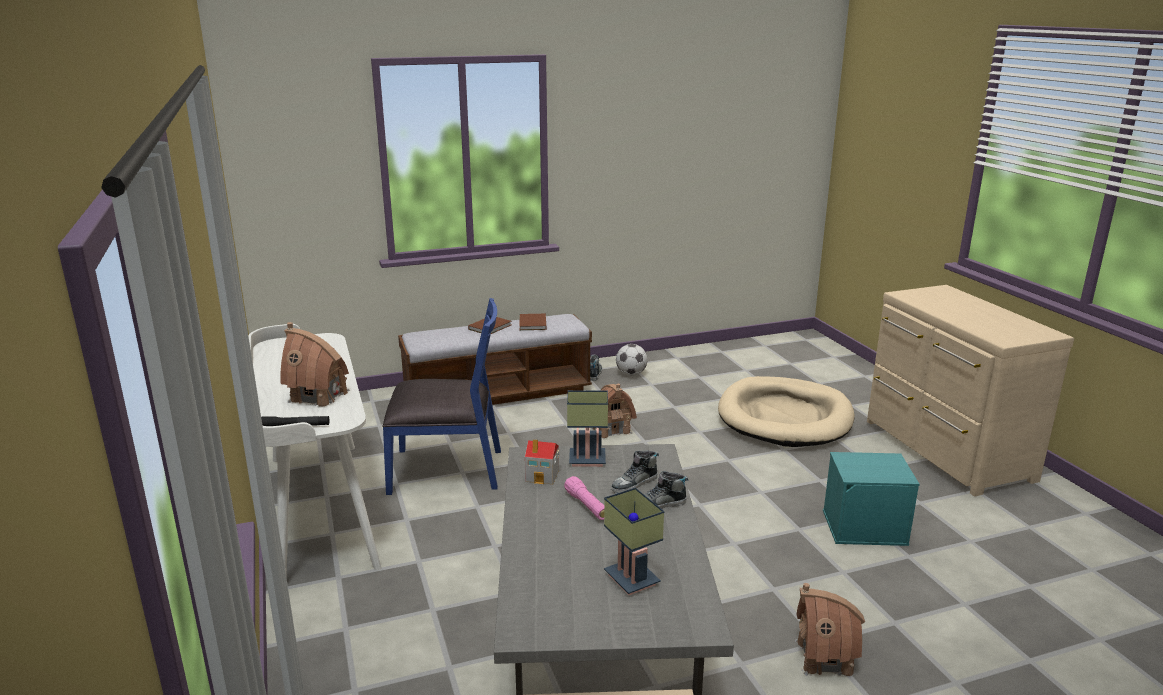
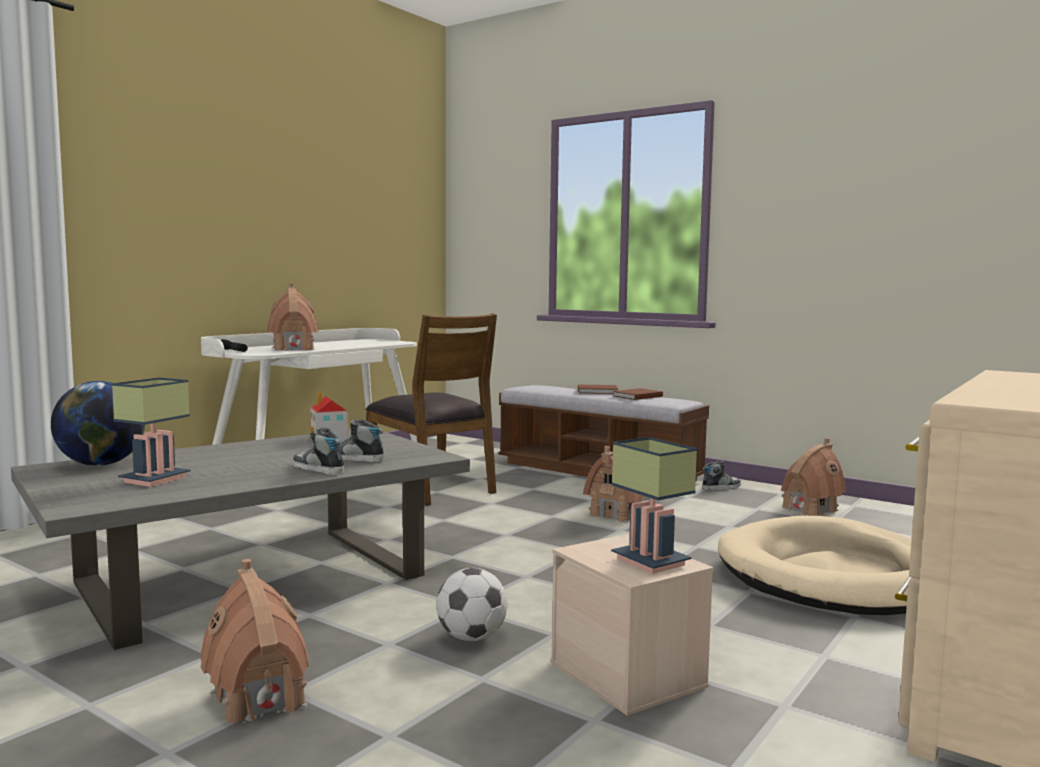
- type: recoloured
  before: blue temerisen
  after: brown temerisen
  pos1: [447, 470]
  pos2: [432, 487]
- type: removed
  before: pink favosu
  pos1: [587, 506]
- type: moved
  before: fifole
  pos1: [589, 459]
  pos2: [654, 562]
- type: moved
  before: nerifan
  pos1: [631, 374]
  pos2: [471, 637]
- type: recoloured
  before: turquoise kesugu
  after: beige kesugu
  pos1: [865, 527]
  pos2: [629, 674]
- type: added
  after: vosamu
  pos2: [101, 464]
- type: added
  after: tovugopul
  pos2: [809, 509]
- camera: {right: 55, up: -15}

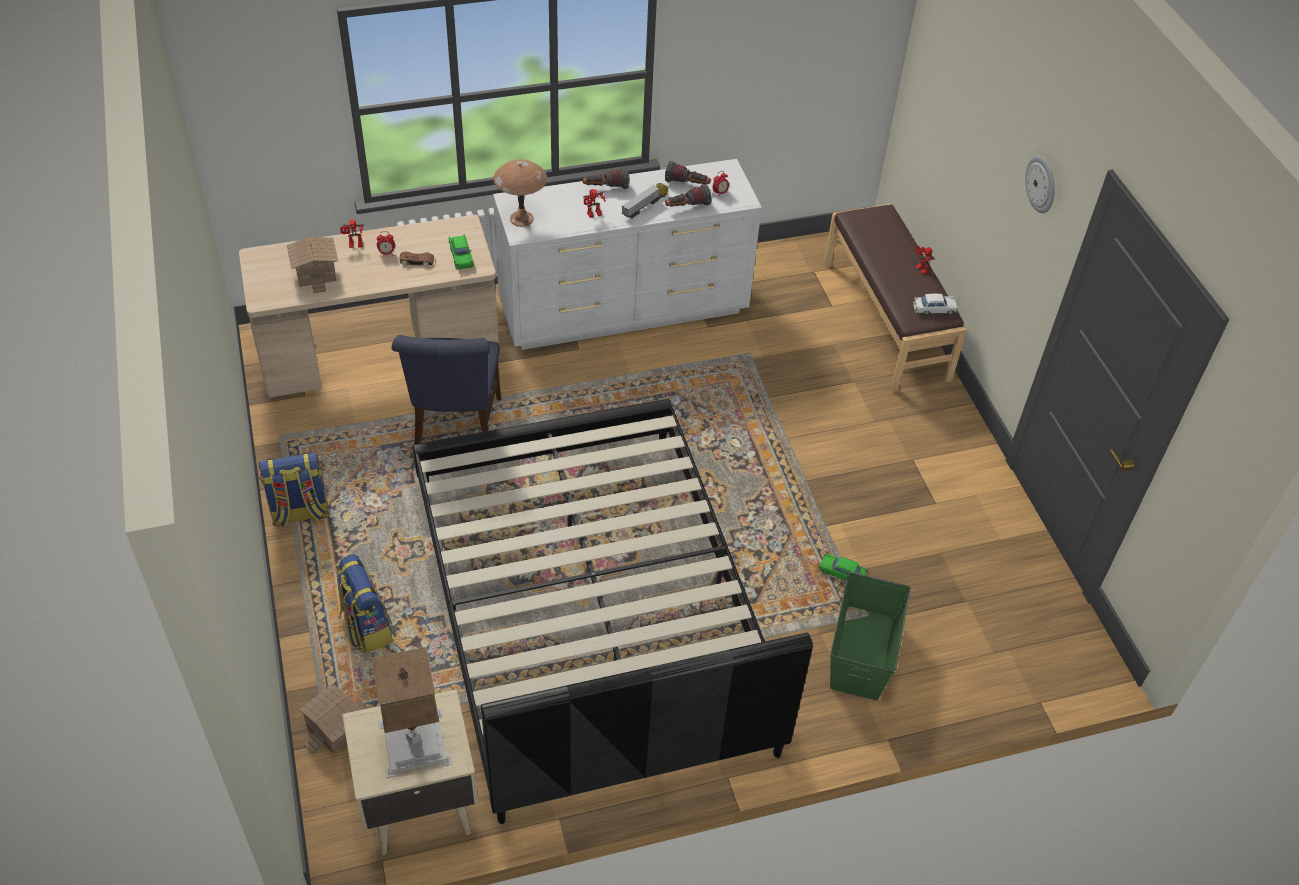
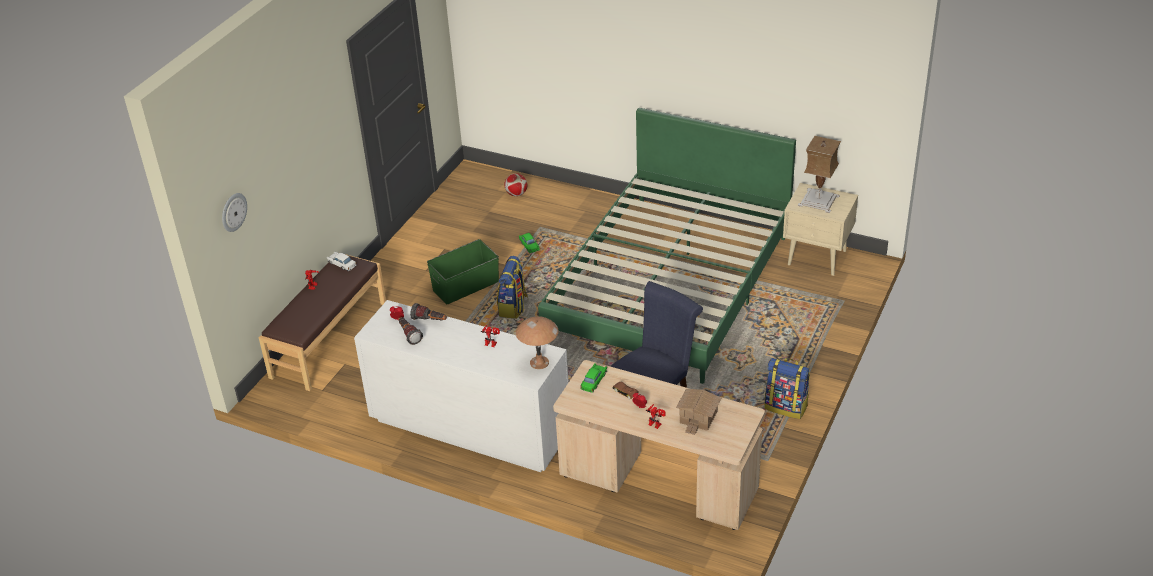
- type: removed
  before: tovugopul
  pos1: [337, 727]
- type: moved
  before: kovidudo
  pos1: [366, 627]
  pos2: [513, 307]
- type: recoloured
  before: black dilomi
  after: green dilomi
  pos1: [589, 615]
  pos2: [670, 286]
- type: removed
  before: favosu
  pos1: [605, 188]
- type: removed
  before: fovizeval
  pos1: [644, 206]
- type: moved
  before: green kesugu
  pos1: [861, 652]
  pos2: [466, 286]
- type: moved
  before: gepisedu
  pos1: [1041, 184]
  pos2: [233, 212]
- type: added
  after: nerifan
  pos2: [516, 194]
- camera: {right: -135, up: -10}

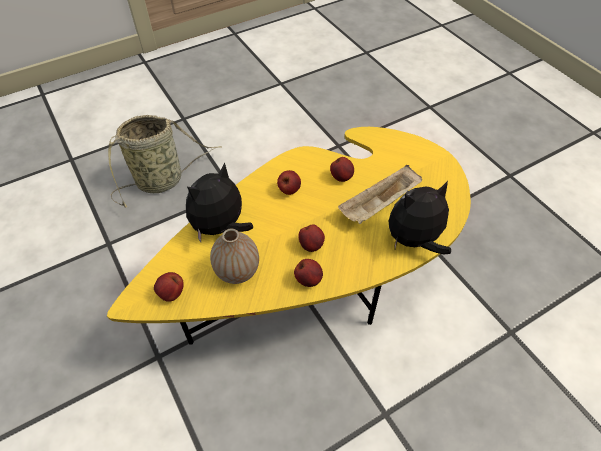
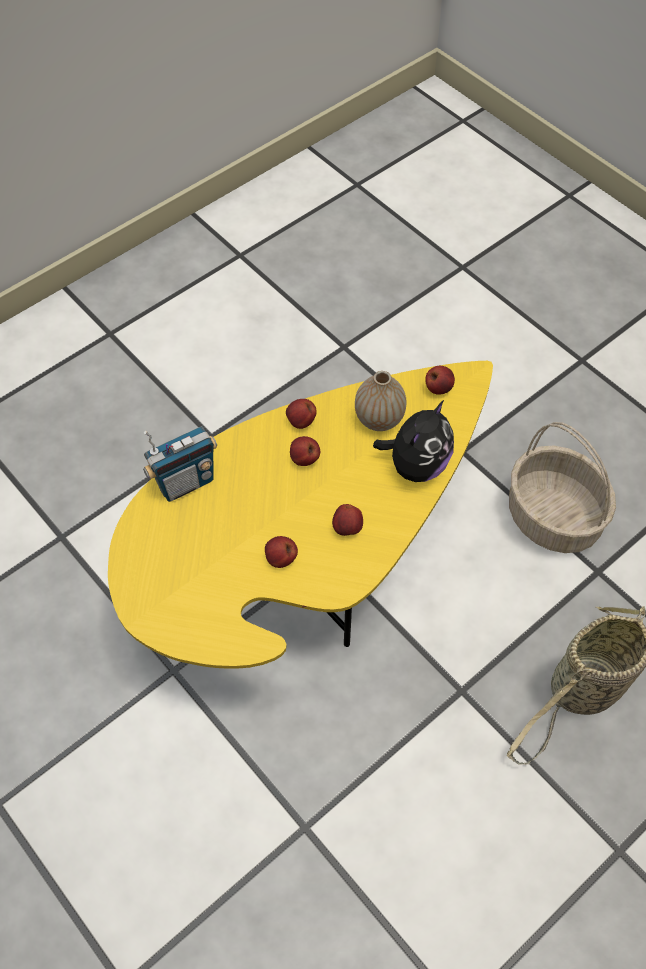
- type: removed
  before: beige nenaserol
  pos1: [379, 205]
- type: replaced
  before: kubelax
  after: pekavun
  pos1: [414, 241]
  pos2: [185, 482]
- type: added
  after: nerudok
  pos2: [554, 518]
- camera: {right: 170, up: 5}

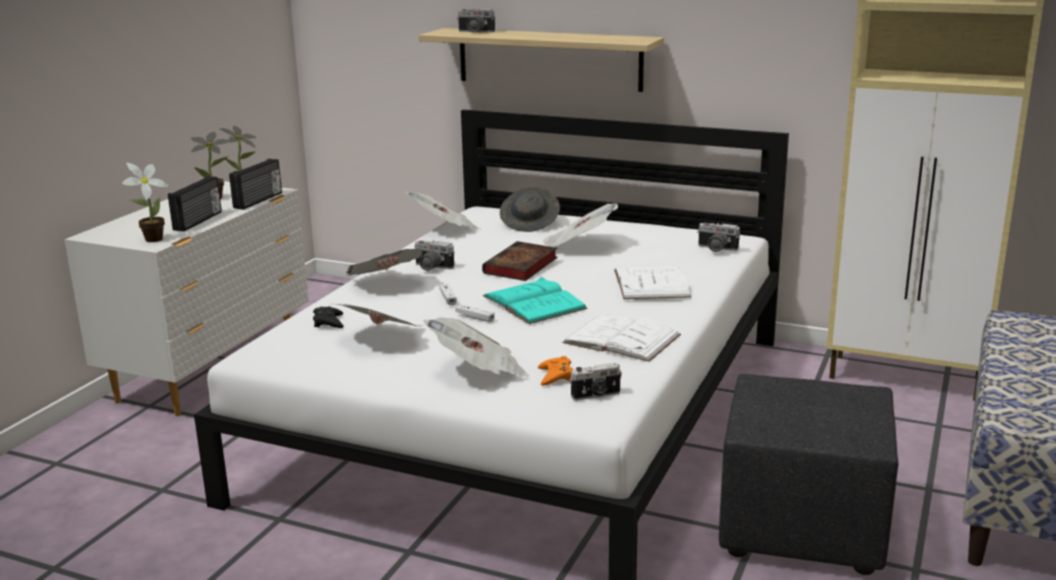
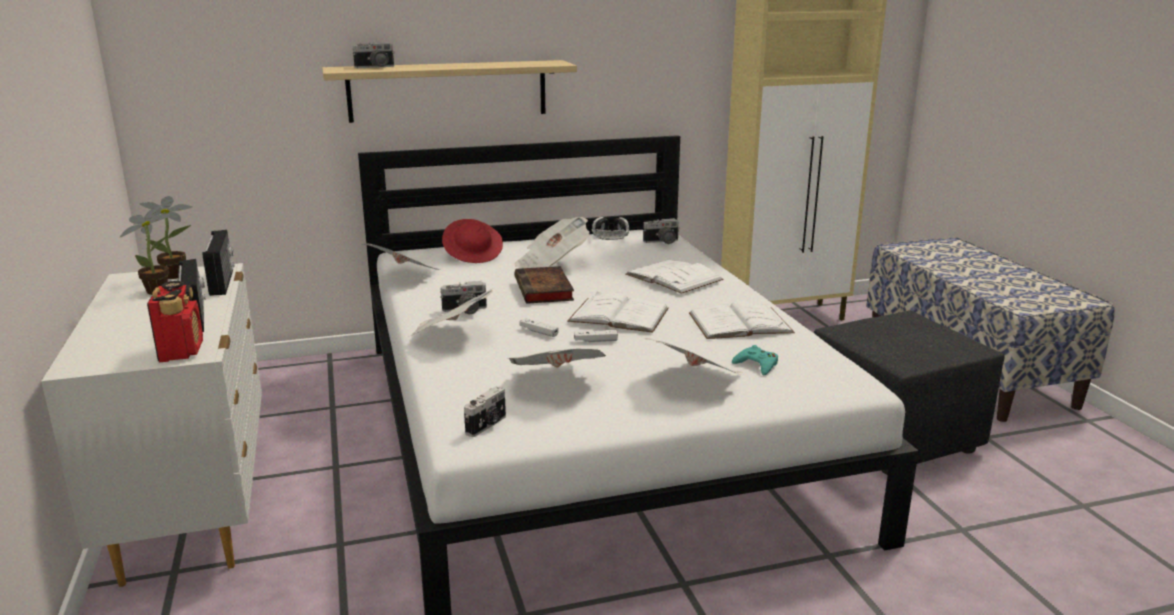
- type: replaced
  before: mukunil
  after: pekavun
  pos1: [151, 240]
  pos2: [181, 350]
- type: removed
  before: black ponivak
  pos1: [328, 322]
- type: recoloured
  before: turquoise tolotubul
  after: white tolotubul
  pos1: [534, 302]
  pos2: [618, 315]
- type: recoloured
  before: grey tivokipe
  after: red tivokipe
  pos1: [530, 223]
  pos2: [473, 255]
- type: recoloured
  before: orange ponivak
  after: turquoise ponivak
  pos1: [555, 376]
  pos2: [757, 365]
- type: moved
  before: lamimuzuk
  pos1: [596, 395]
  pos2: [487, 425]
- type: added
  after: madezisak
  pos2: [610, 238]
- camera: {right: -40, up: 0}

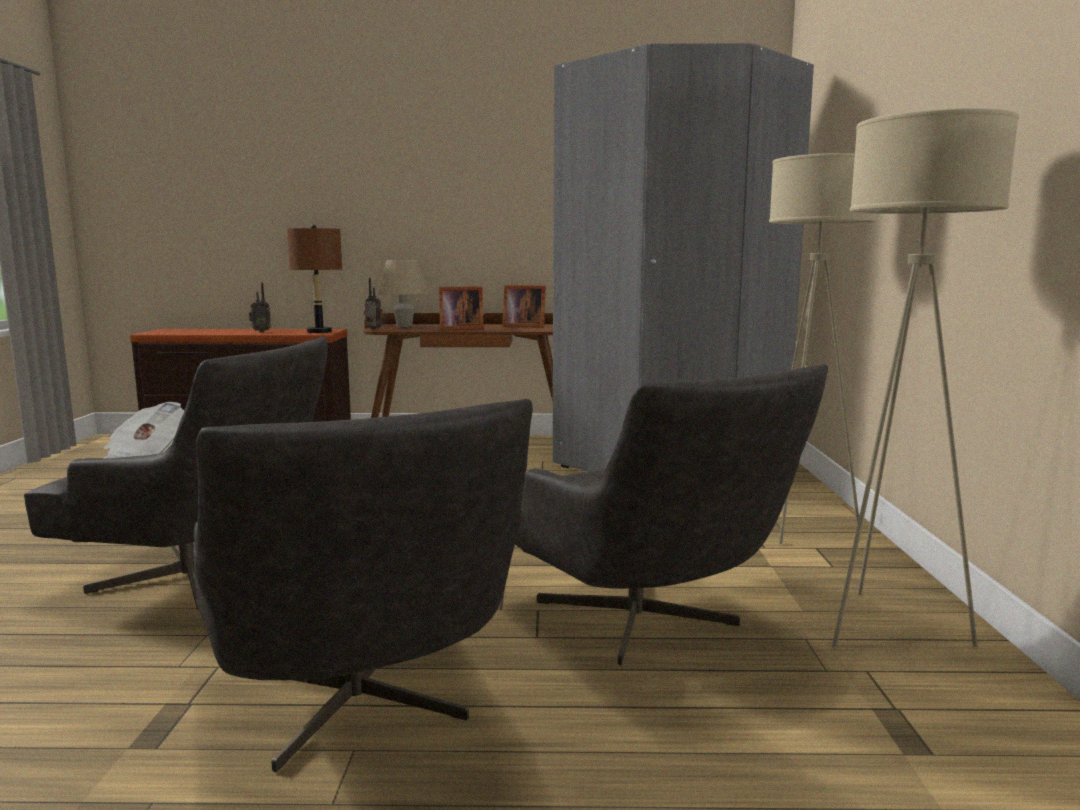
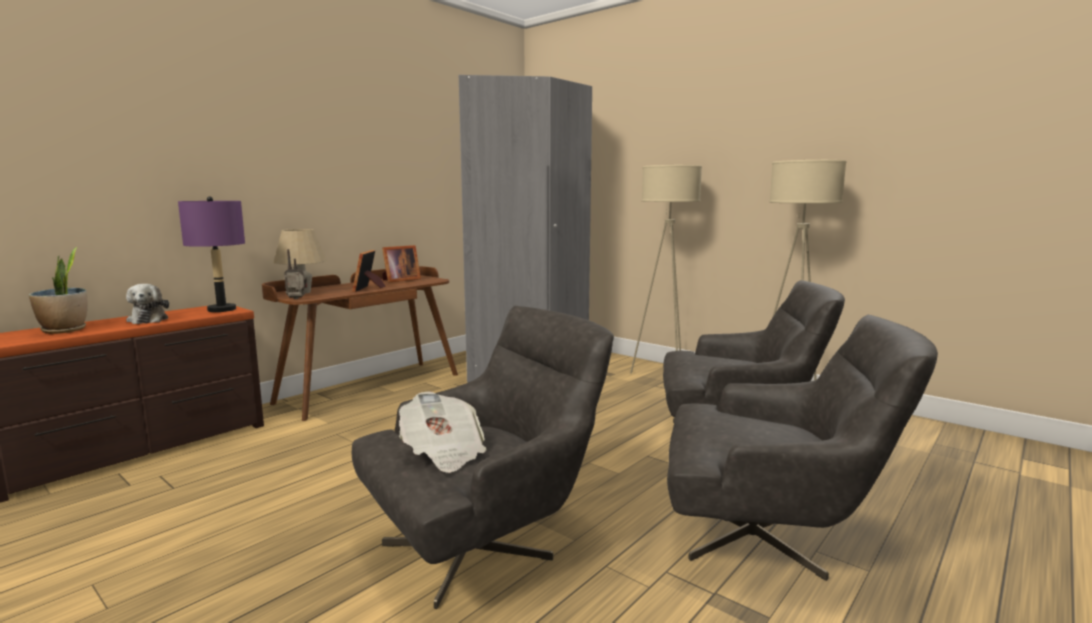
- type: replaced
  before: pekavun
  after: kubelax
  pos1: [261, 331]
  pos2: [148, 319]
- type: recoloured
  before: brown fifole
  after: purple fifole
  pos1: [319, 332]
  pos2: [221, 310]
- type: turned
  before: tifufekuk
  pos1: [459, 329]
  pos2: [369, 288]
  turn: 150
- type: added
  after: mukunil
  pos2: [65, 330]
- camera: {right: -50, up: 0}

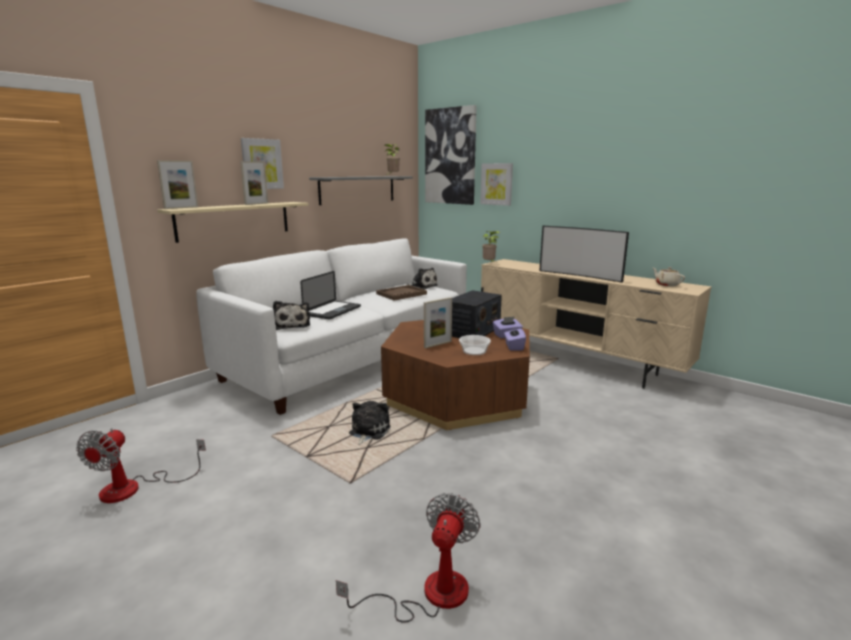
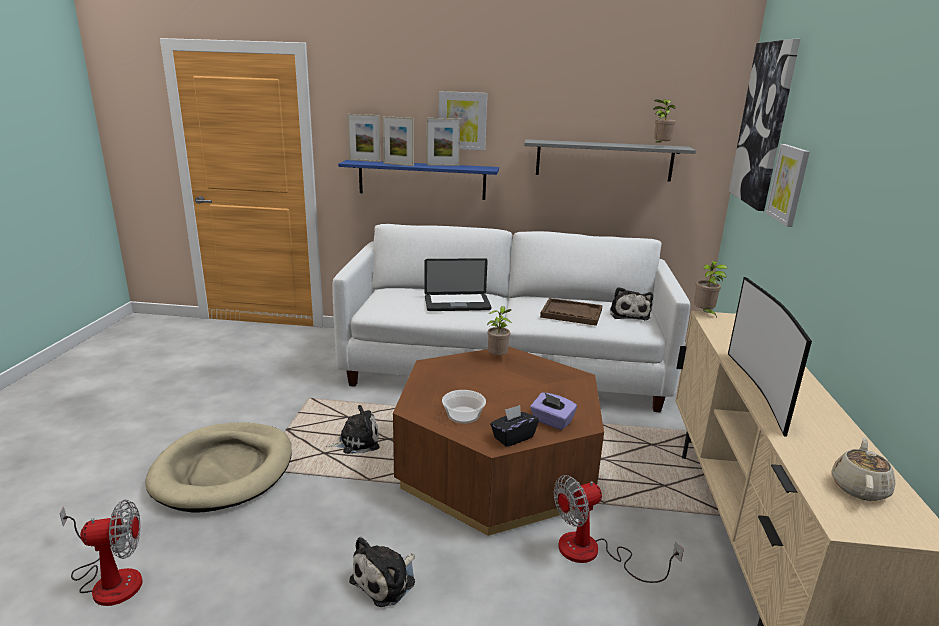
- type: moved
  before: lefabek
  pos1: [134, 488]
  pos2: [593, 553]
- type: recoloured
  before: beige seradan
  after: blue seradan
  pos1: [234, 220]
  pos2: [422, 180]
- type: moved
  before: kubelax
  pos1: [292, 325]
  pos2: [386, 580]
- type: moved
  before: tifufekuk
  pos1: [437, 344]
  pos2: [398, 164]
- type: removed
  before: pekavun
  pos1: [472, 331]
- type: recoloured
  before: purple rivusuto
  after: black rivusuto
  pos1: [514, 347]
  pos2: [513, 437]
- type: added
  after: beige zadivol
  pos2: [224, 470]
- type: added
  after: mukunil
  pos2: [498, 358]
- camera: {right: 55, up: 5}

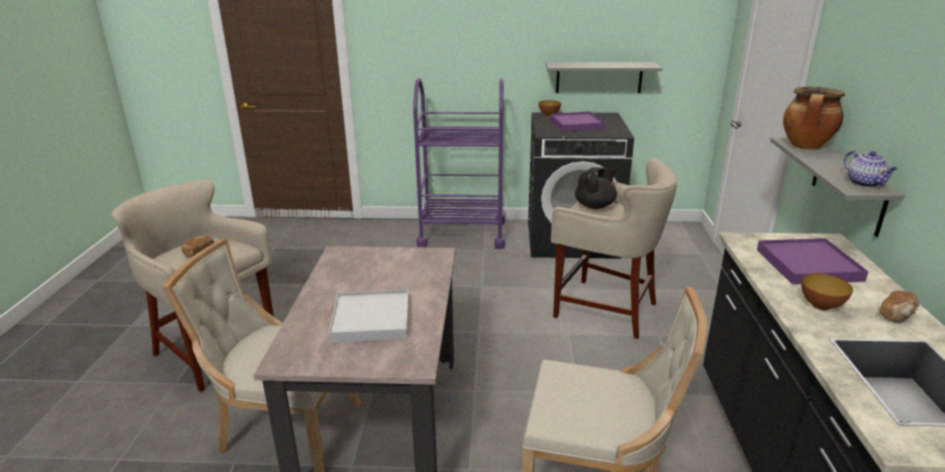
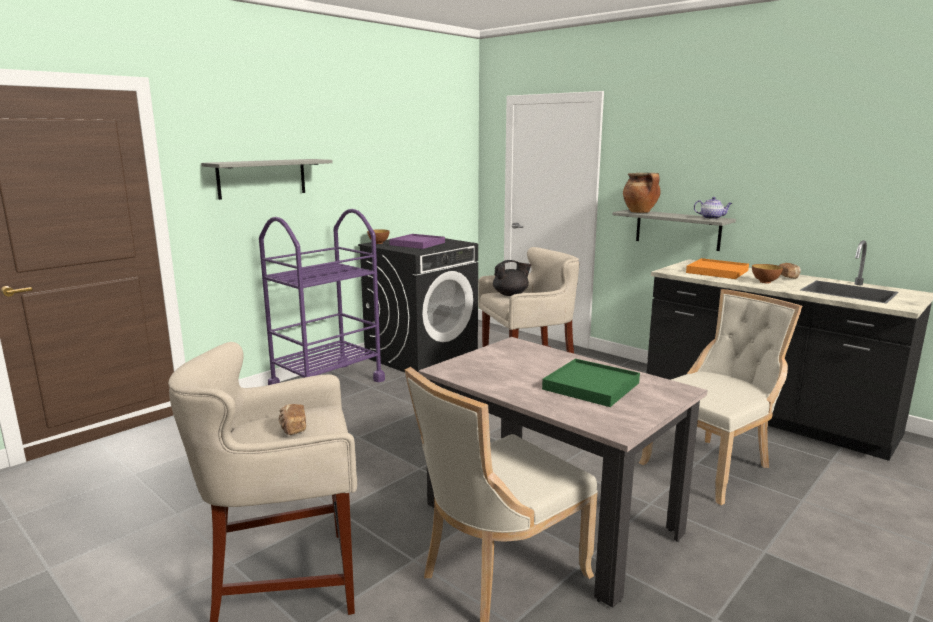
- type: recoloured
  before: white nenaserol
  after: green nenaserol
  pos1: [371, 319]
  pos2: [591, 386]
- type: moved
  before: grey seradan
  pos1: [599, 77]
  pos2: [262, 178]
- type: turned
  before: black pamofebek
  pos1: [595, 206]
  pos2: [511, 294]
  turn: 75
- type: recoloured
  before: purple nenaserol
  after: orange nenaserol
  pos1: [808, 265]
  pos2: [717, 271]
- camera: {right: -50, up: -10}

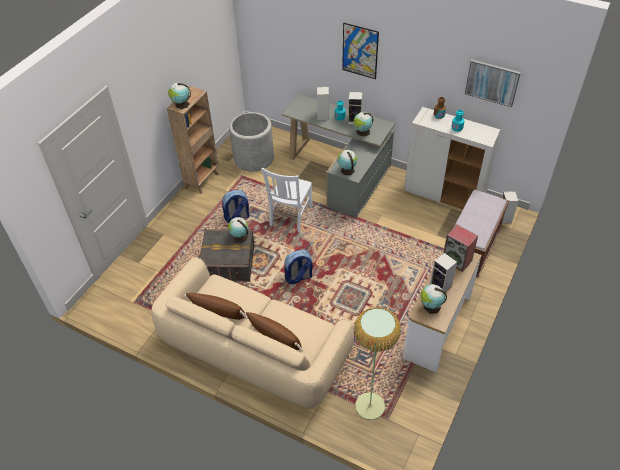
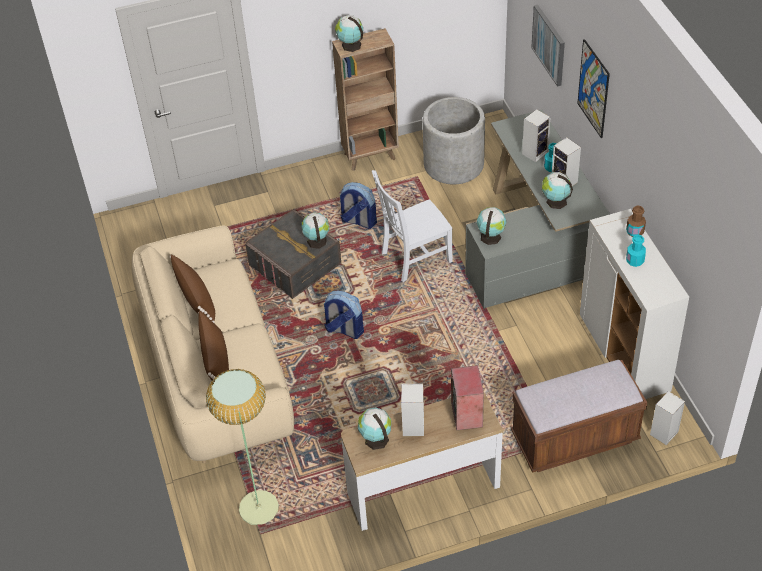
- type: moved
  before: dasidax
  pos1: [492, 82]
  pos2: [549, 44]
- camera: {right: 45, up: 0}

